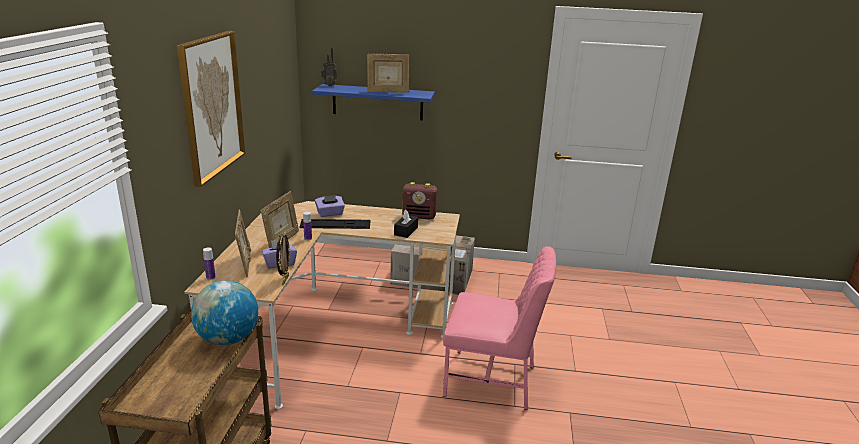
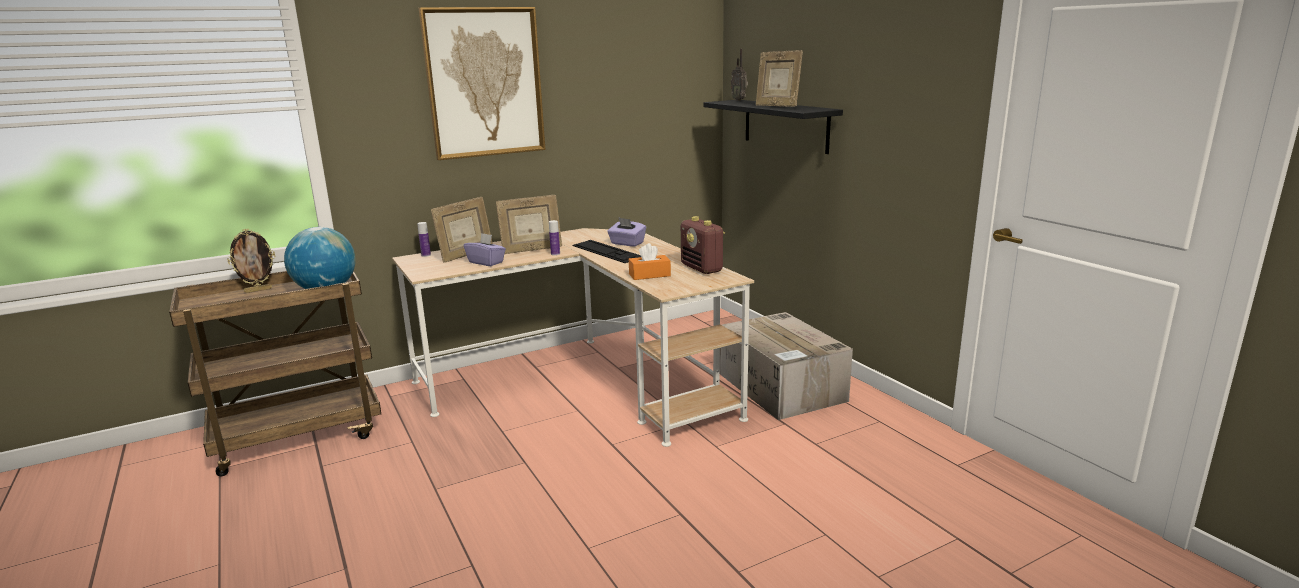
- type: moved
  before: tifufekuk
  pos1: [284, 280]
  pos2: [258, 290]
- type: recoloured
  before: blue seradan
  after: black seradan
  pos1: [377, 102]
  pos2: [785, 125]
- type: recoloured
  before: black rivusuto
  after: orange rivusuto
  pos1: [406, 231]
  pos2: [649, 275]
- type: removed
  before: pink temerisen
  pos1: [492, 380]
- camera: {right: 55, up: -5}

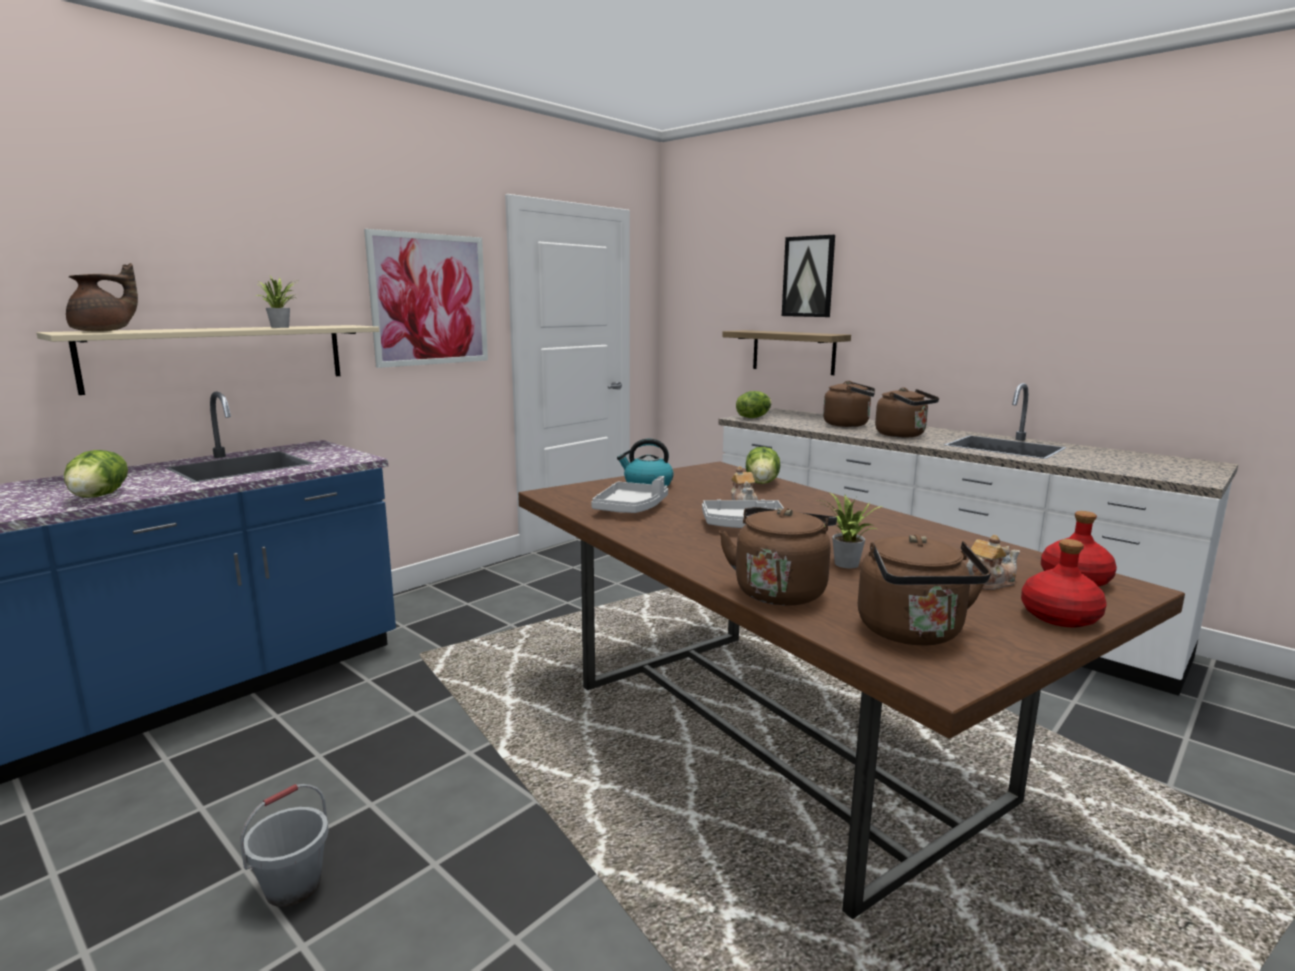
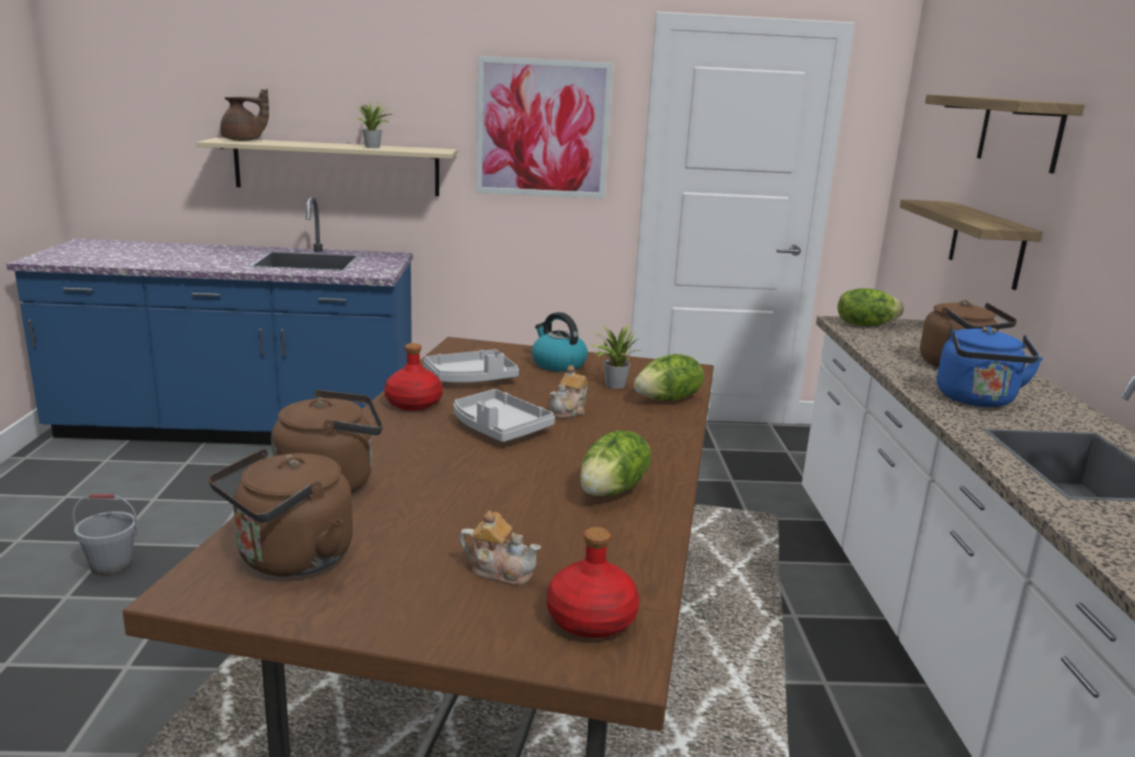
- type: moved
  before: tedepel
  pos1: [100, 496]
  pos2: [613, 490]
- type: replaced
  before: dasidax
  after: seradan
  pos1: [808, 276]
  pos2: [1020, 133]
- type: moved
  before: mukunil
  pos1: [844, 564]
  pos2: [612, 384]
- type: recoloured
  before: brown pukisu
  after: blue pukisu
  pos1: [903, 435]
  pos2: [977, 400]
- type: moved
  before: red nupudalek
  pos1: [1059, 616]
  pos2: [414, 403]
- camera: {right: 45, up: 5}

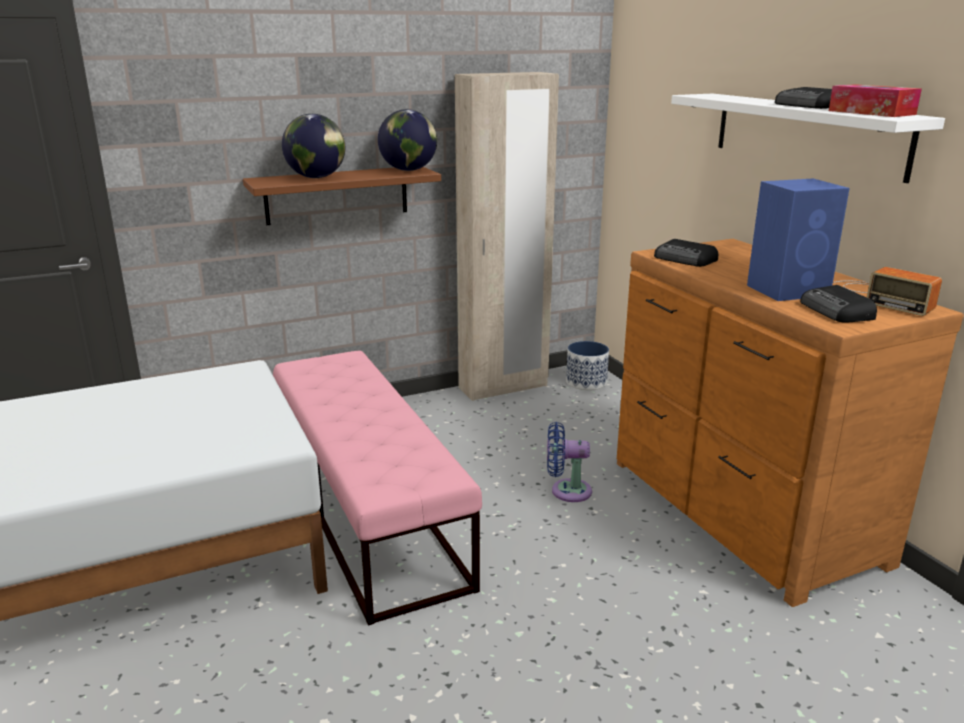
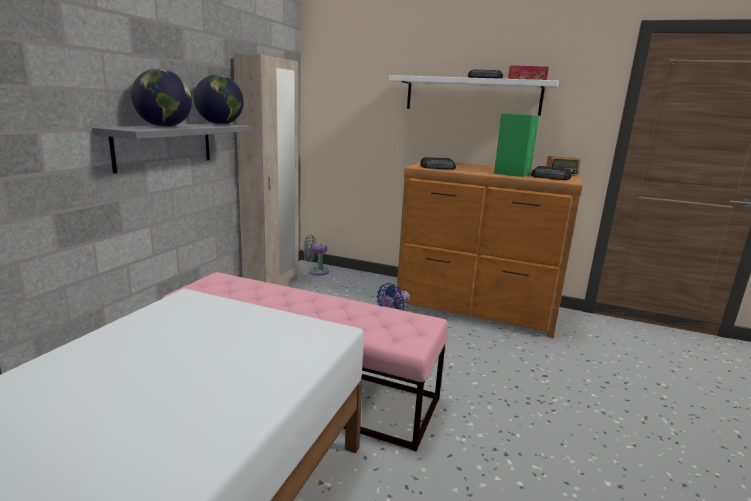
- type: recoloured
  before: brown seradan
  after: grey seradan
  pos1: [337, 195]
  pos2: [164, 145]
- type: replaced
  before: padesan
  after: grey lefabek
  pos1: [586, 382]
  pos2: [316, 271]
- type: recoloured
  before: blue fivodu
  after: green fivodu
  pos1: [789, 290]
  pos2: [512, 173]
- camera: {right: -45, up: -5}

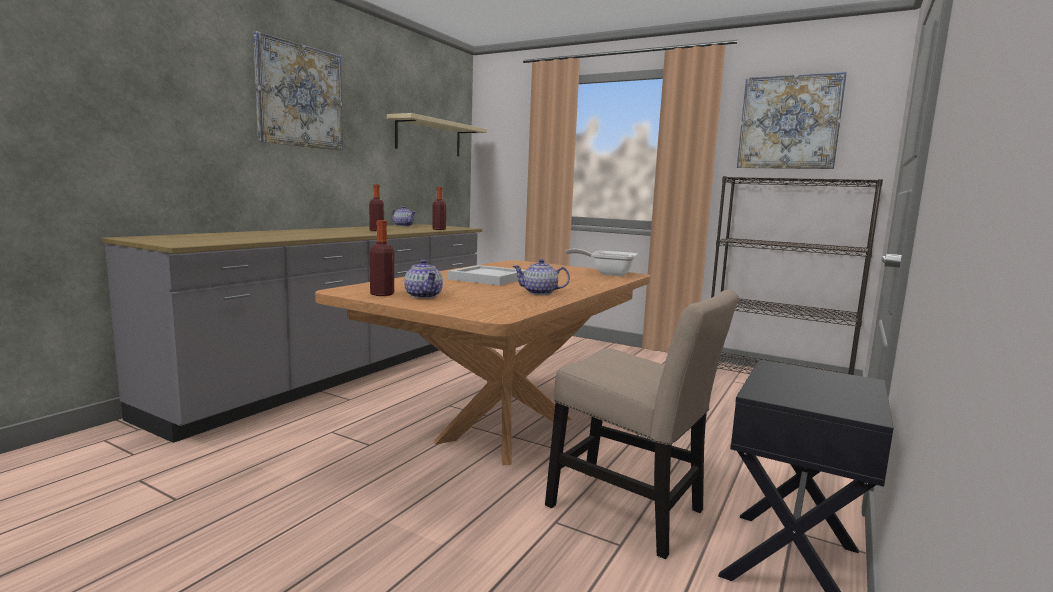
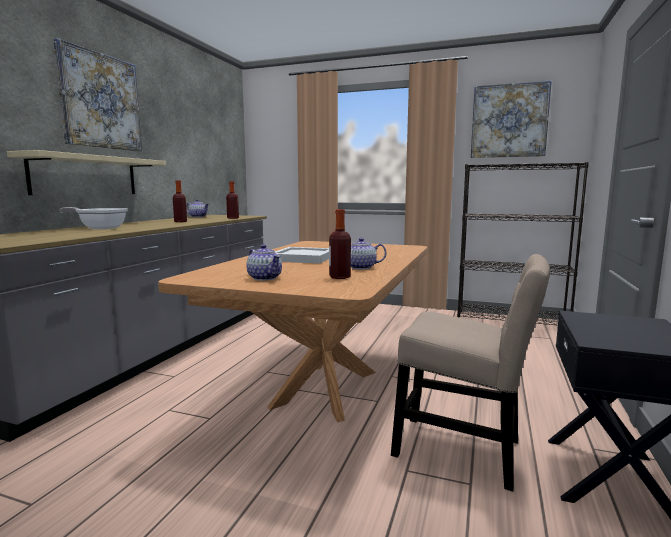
- type: moved
  before: nupudalek
  pos1: [382, 294]
  pos2: [339, 277]
- type: moved
  before: beige seradan
  pos1: [429, 137]
  pos2: [86, 175]
- type: moved
  before: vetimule
  pos1: [608, 274]
  pos2: [99, 228]
- camera: {right: -10, up: 0}

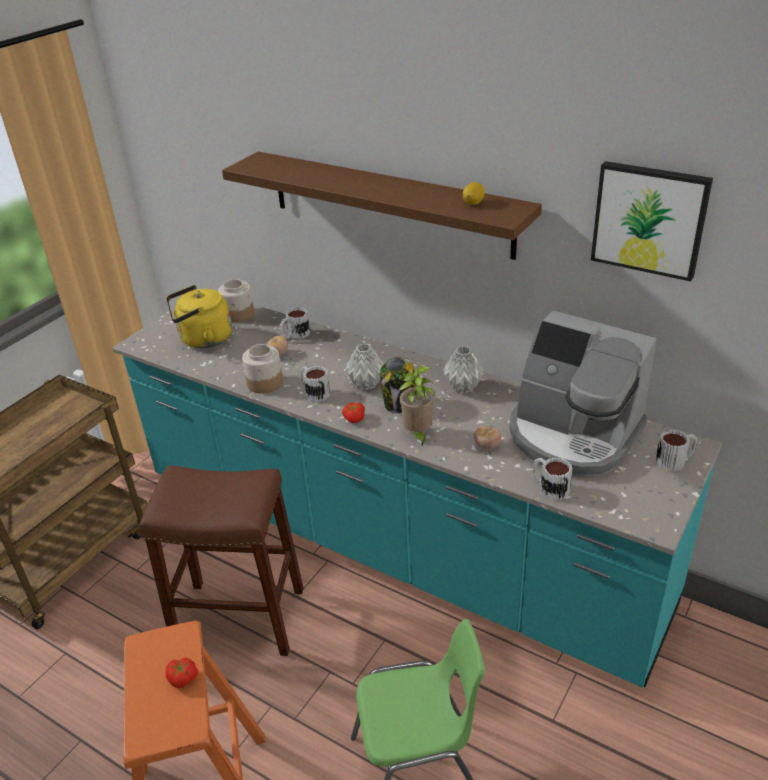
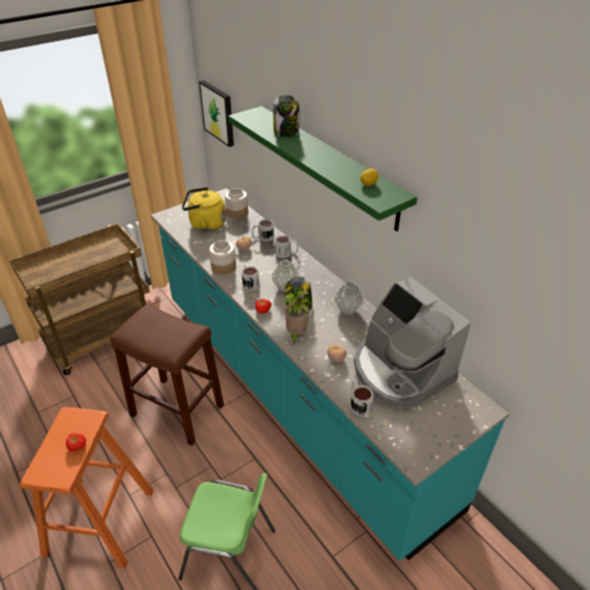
- type: recoloured
  before: brown seradan
  after: green seradan
  pos1: [388, 203]
  pos2: [328, 165]
- type: moved
  before: dasidax
  pos1: [649, 219]
  pos2: [218, 112]
- type: moved
  before: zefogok
  pos1: [675, 460]
  pos2: [286, 253]
- type: added
  after: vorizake
  pos2: [286, 132]
- camera: {right: 20, up: 5}

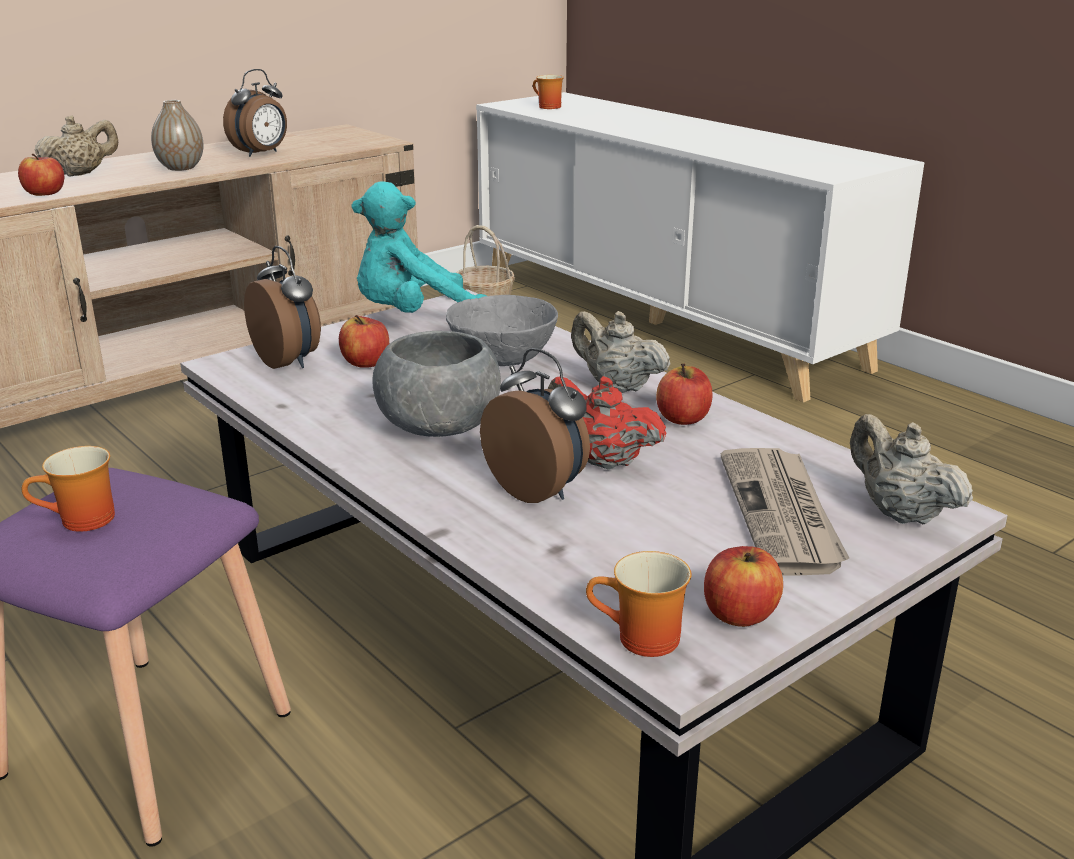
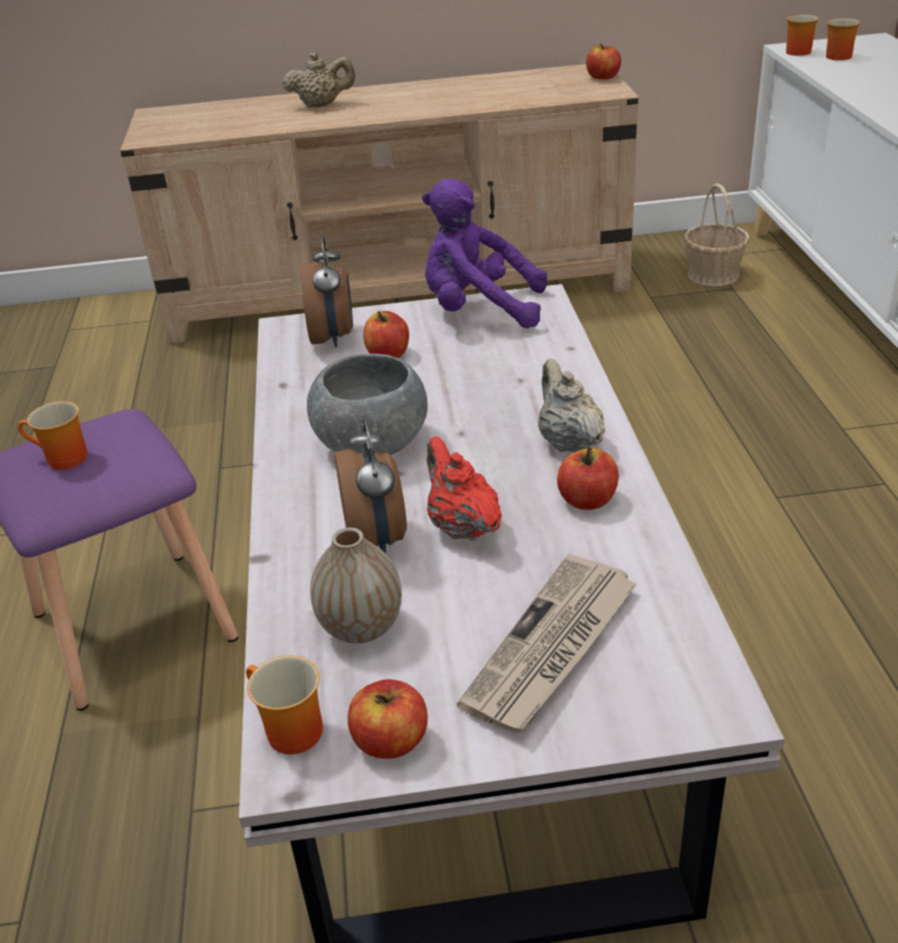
- type: moved
  before: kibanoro
  pos1: [45, 193]
  pos2: [603, 77]
- type: moved
  before: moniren
  pos1: [181, 168]
  pos2: [361, 627]
- type: removed
  before: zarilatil
  pos1: [261, 154]
- type: recoloured
  before: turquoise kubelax
  after: purple kubelax
  pos1: [414, 318]
  pos2: [479, 310]
- type: removed
  before: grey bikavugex
  pos1: [502, 359]
- type: removed
  before: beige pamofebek
  pos1: [899, 513]
- type: added
  after: zefogok
  pos2: [797, 51]
- camera: {right: 35, up: 10}

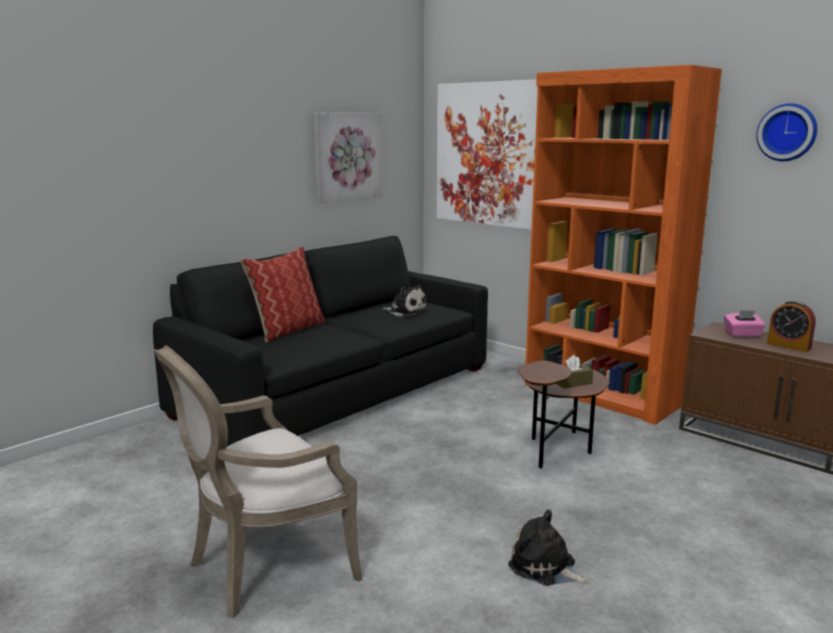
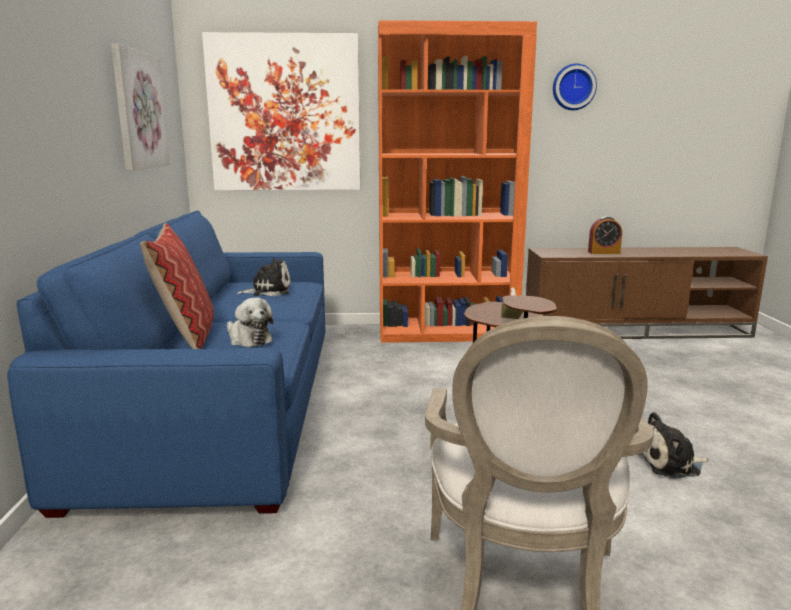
- type: recoloured
  before: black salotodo
  after: blue salotodo
  pos1: [337, 391]
  pos2: [223, 403]
- type: removed
  before: pink rivusuto
  pos1: [742, 335]
- type: added
  after: kubelax
  pos2: [248, 339]
- camera: {right: -45, up: 0}

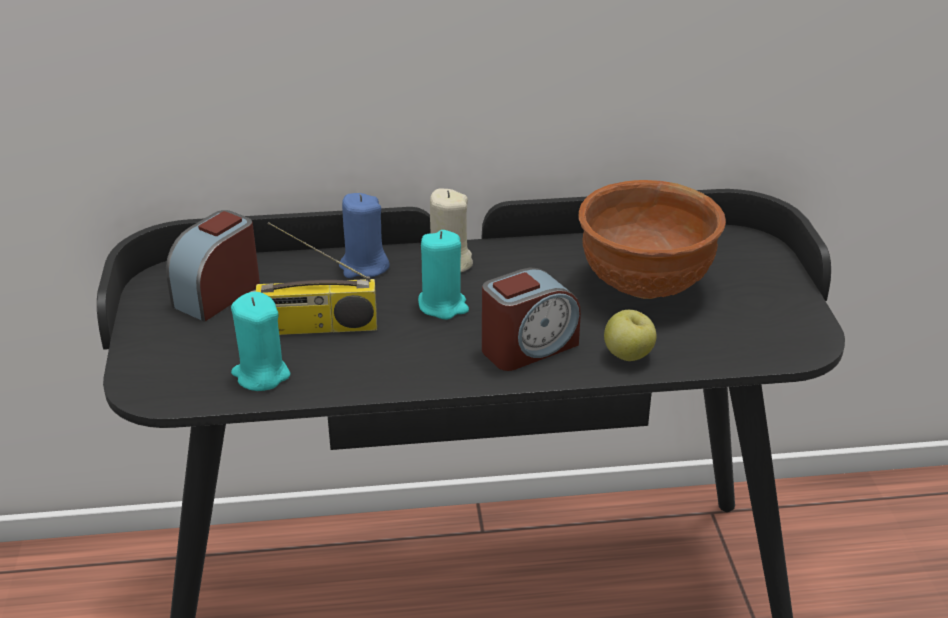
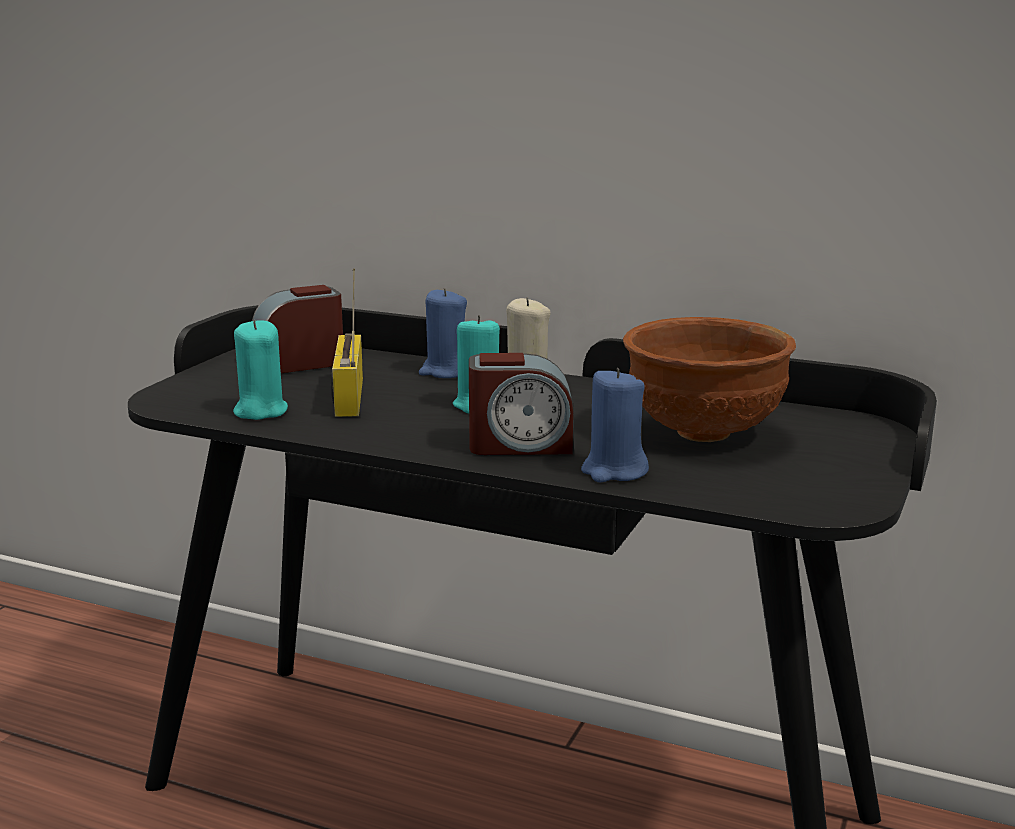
- type: turned
  before: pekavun
  pos1: [315, 327]
  pos2: [347, 396]
  turn: 60
- type: replaced
  before: kibanoro
  after: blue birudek
  pos1: [628, 356]
  pos2: [614, 471]
- camera: {right: 30, up: -15}

